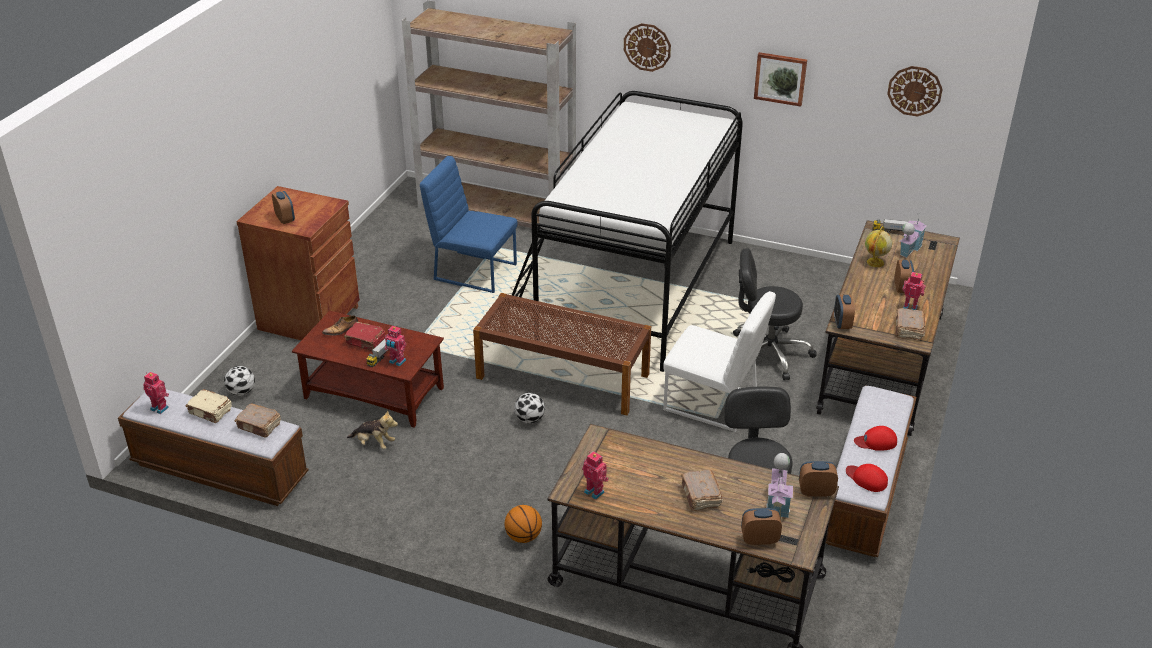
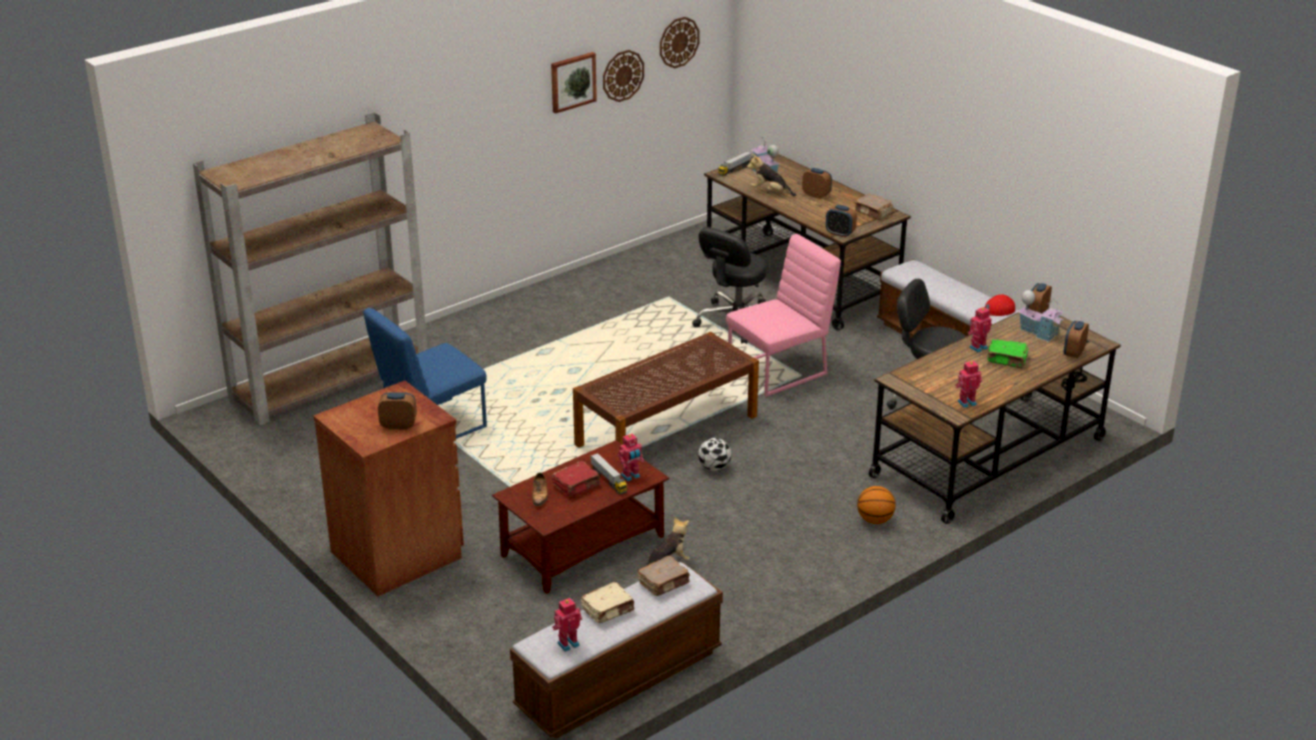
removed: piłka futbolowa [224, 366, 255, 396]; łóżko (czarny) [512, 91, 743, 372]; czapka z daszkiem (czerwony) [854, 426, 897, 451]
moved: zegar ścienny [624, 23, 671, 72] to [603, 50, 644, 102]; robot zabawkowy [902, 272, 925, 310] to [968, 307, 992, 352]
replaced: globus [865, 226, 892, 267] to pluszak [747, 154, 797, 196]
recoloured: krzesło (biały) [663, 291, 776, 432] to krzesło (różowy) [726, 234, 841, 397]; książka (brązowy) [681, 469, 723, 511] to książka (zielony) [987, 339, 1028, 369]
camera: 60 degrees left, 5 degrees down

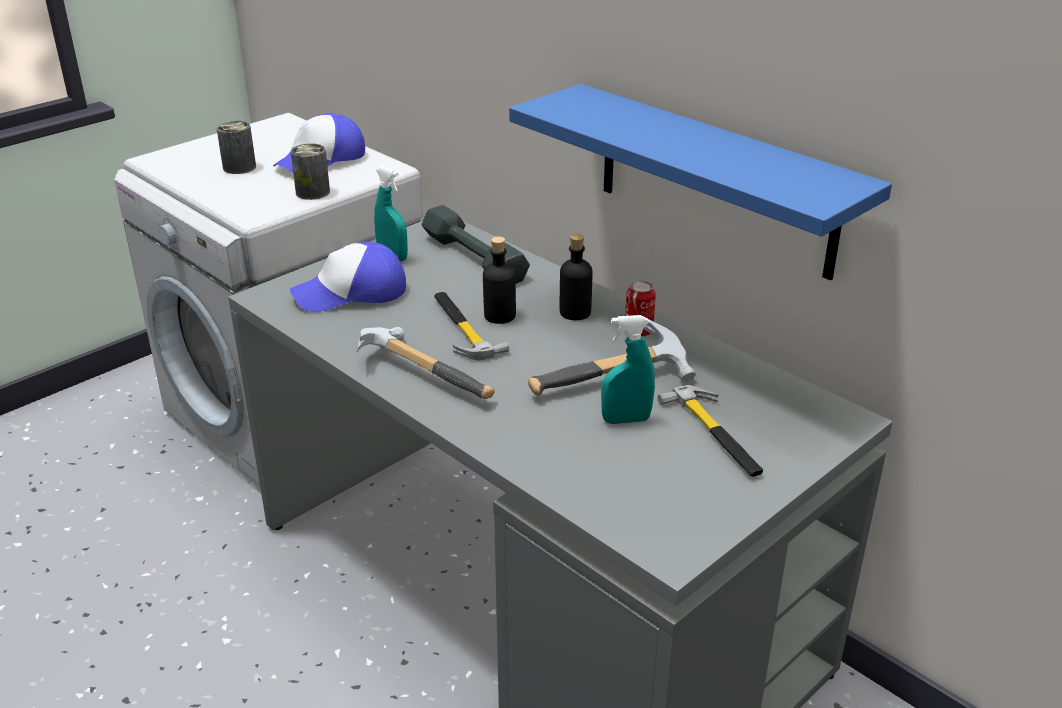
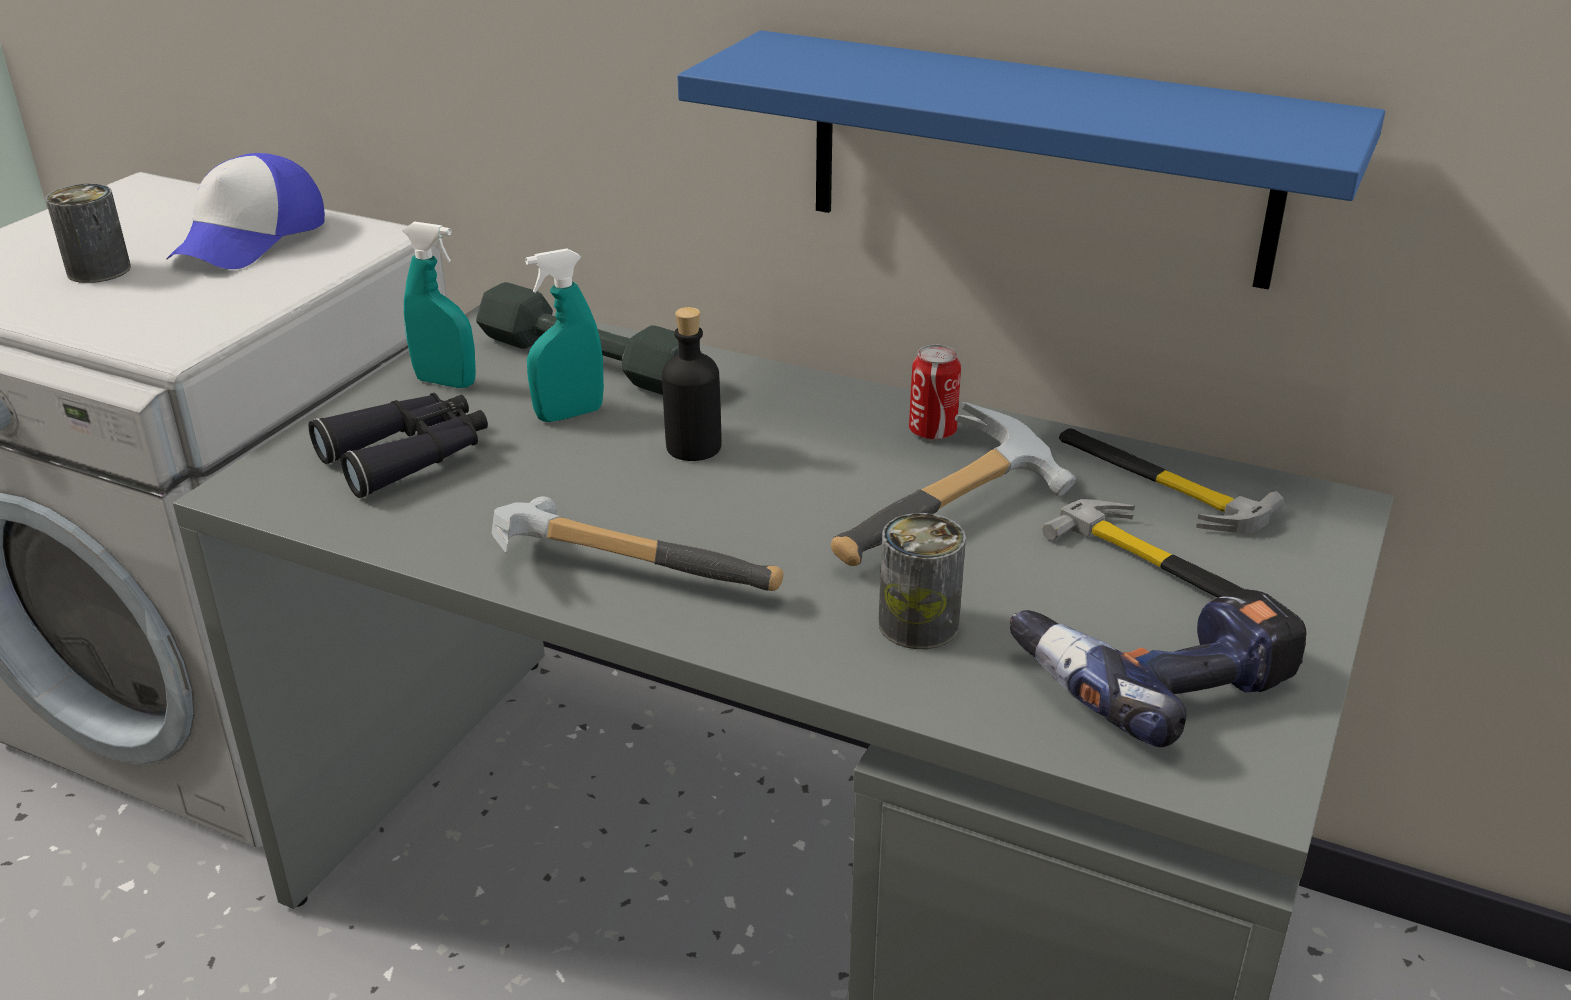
removed: butelka (czarny) [560, 234, 593, 320]
added: wiertarka [1010, 589, 1306, 747]
moved: spryskiwacz (turkusowy) [601, 315, 655, 424] to [525, 248, 604, 422]; puszka [291, 143, 330, 200] to [878, 513, 966, 649]; młotek [434, 292, 509, 361] to [1059, 428, 1284, 533]
replaced: czapka z daszkiem [290, 242, 406, 312] to lornetka (czarny) [308, 393, 488, 498]
camera: 20 degrees left, 0 degrees up

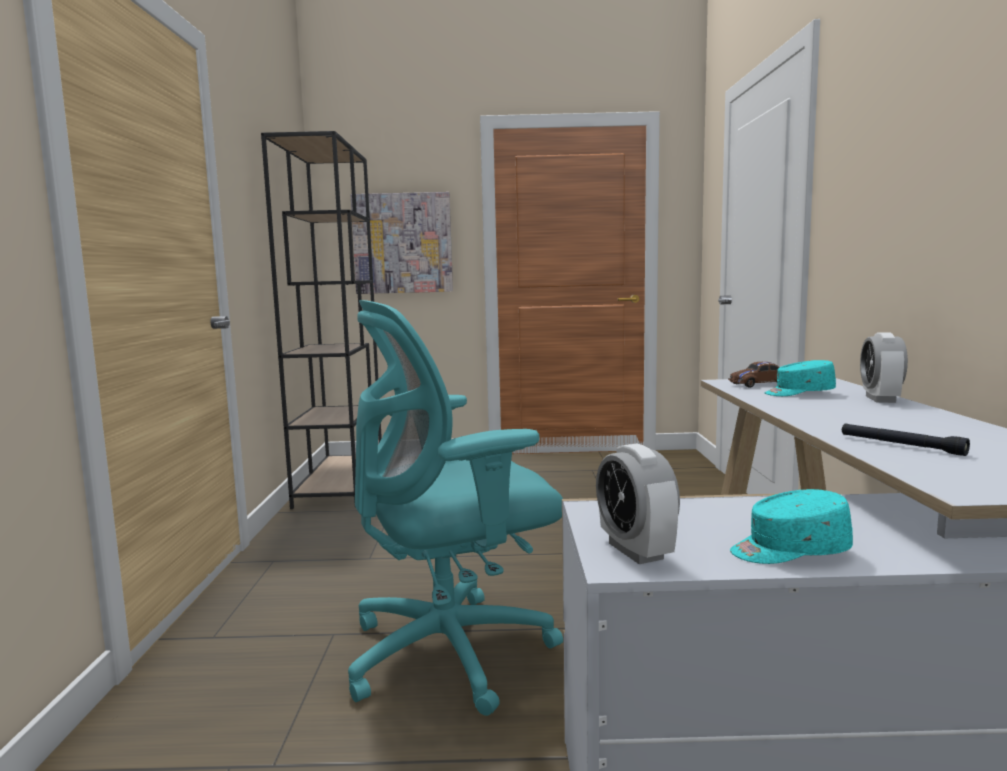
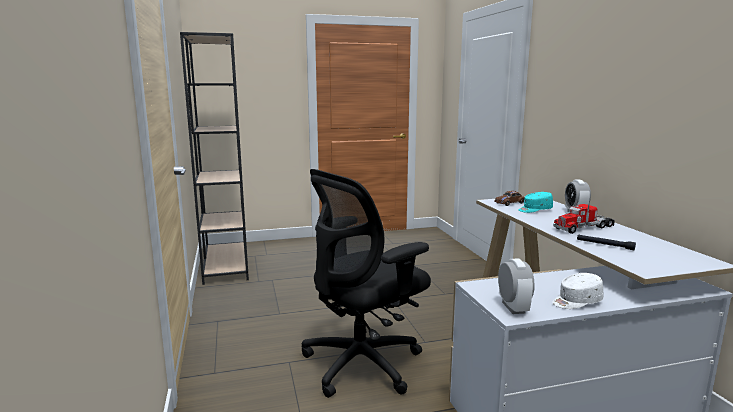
removed: obraz [351, 192, 453, 294]
added: ciężarówka zabawkowa [553, 200, 615, 234]
recoloured: krzesło biurowe (turkusowy) [348, 300, 563, 716] to krzesło biurowe (czarny) [302, 169, 431, 398]; czapka z daszkiem (turkusowy) [730, 489, 853, 564] to czapka z daszkiem (biały) [552, 273, 604, 309]
turned: budzik [596, 443, 680, 564] = [498, 258, 535, 314] 150 degrees counterclockwise
camera: 15 degrees left, 5 degrees up

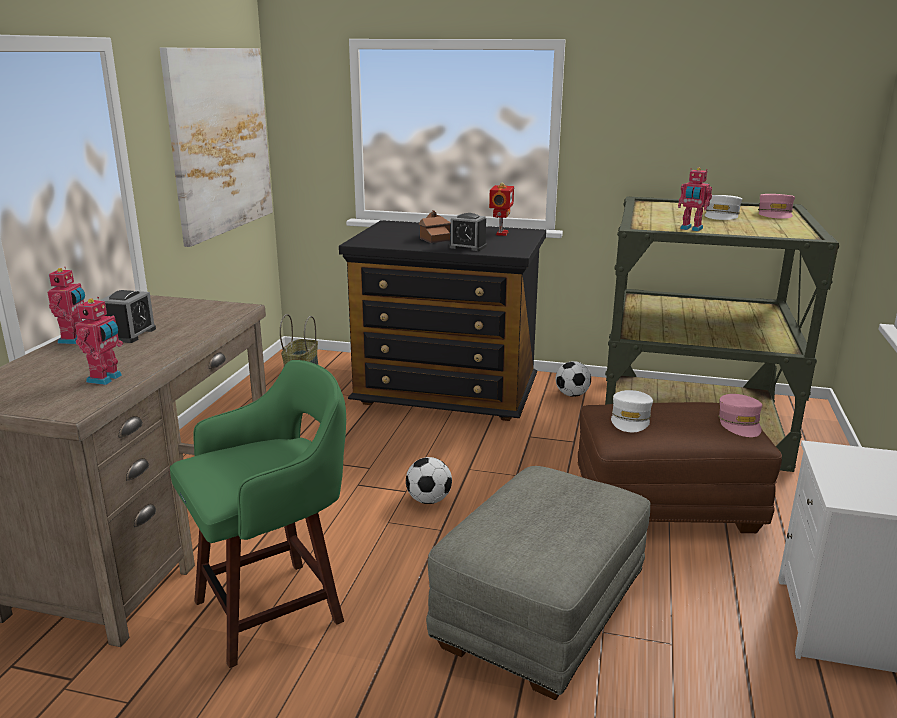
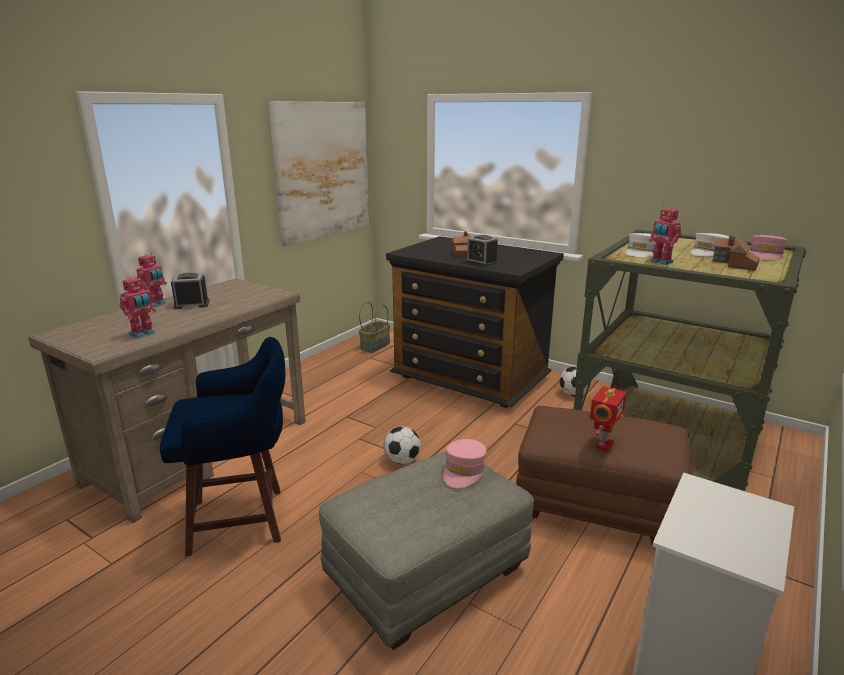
added: domek [713, 235, 759, 271]
moved: czapka z daszkiem (różowy) [718, 394, 762, 437] to [443, 439, 487, 488]; robot zabawkowy [489, 183, 514, 236] to [590, 386, 627, 451]; czapka z daszkiem (biały) [611, 390, 653, 432] to [625, 233, 656, 257]
recoloured: stołek (zielony) [170, 360, 346, 668] to stołek (niebieski) [160, 337, 285, 556]
turned: budzik [100, 290, 156, 343] = [171, 273, 210, 309] 135 degrees counterclockwise
camera: 20 degrees right, 0 degrees up

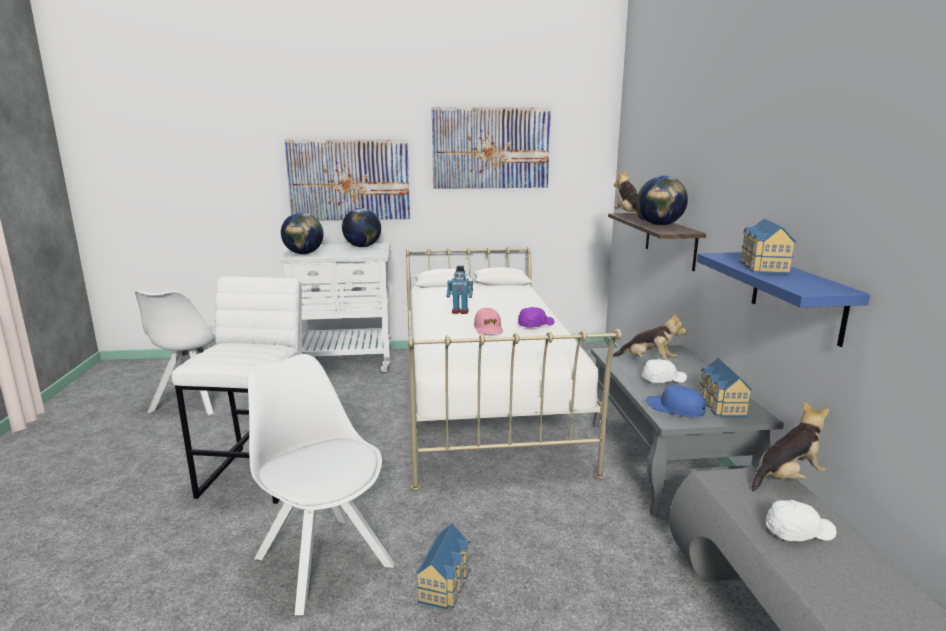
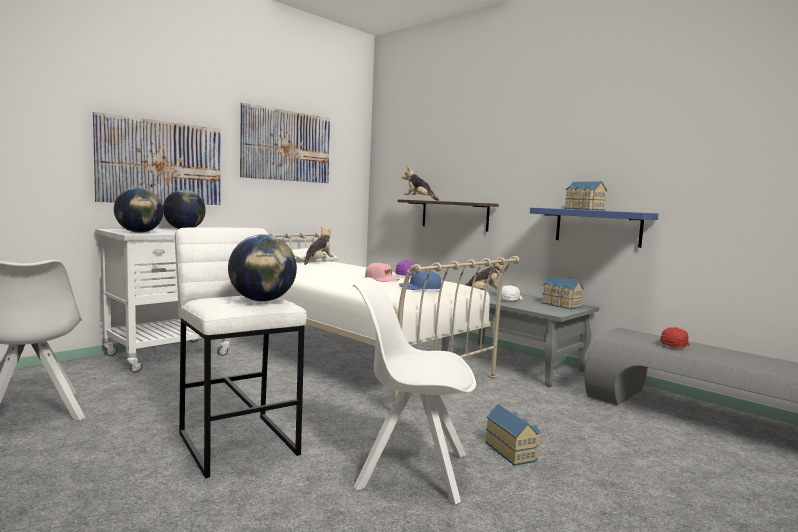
removed: robot zabawkowy [446, 266, 473, 314]
moved: globus [637, 176, 688, 225] to [228, 234, 297, 302]; pluszak [752, 402, 829, 491] to [304, 227, 334, 265]; czapka z daszkiem (niebieski) [646, 385, 706, 418] to [399, 270, 441, 290]
recoloured: czapka z daszkiem (biały) [766, 500, 837, 542] to czapka z daszkiem (czerwony) [660, 327, 690, 348]
camera: 40 degrees left, 10 degrees down

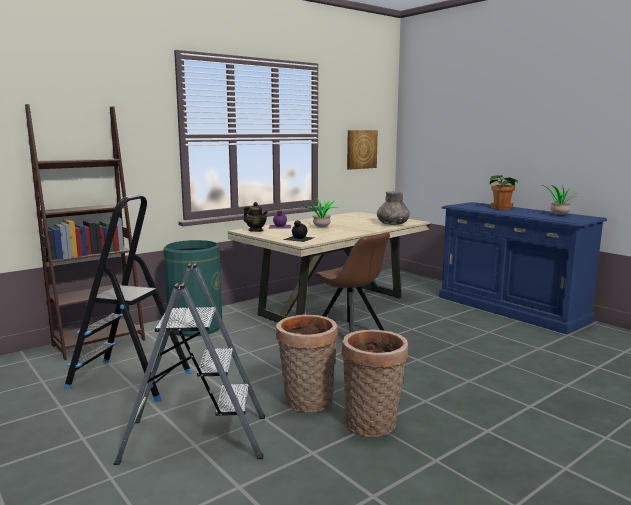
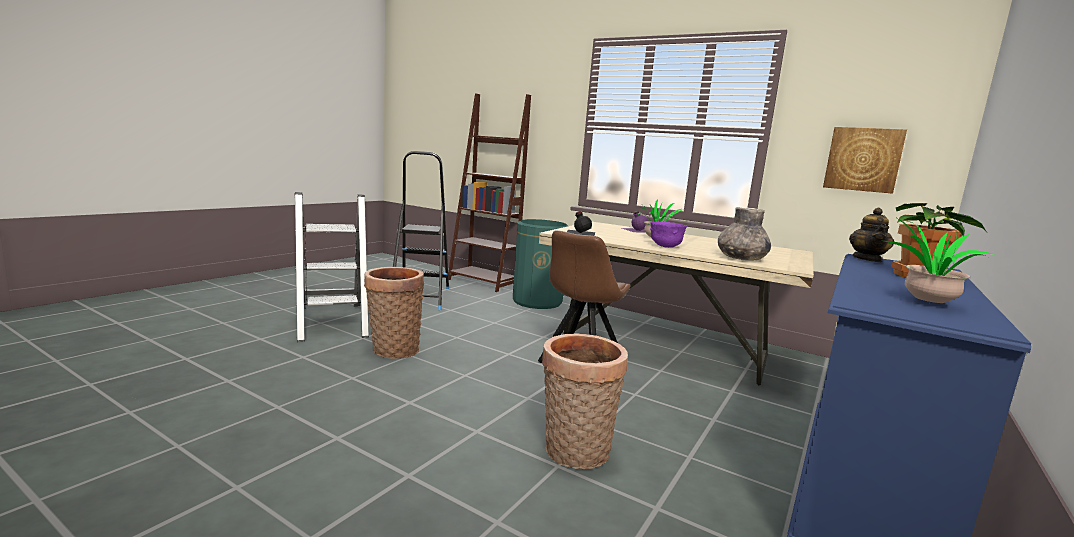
added: miska (fioletowy) [650, 222, 687, 248]
moved: koszyk [341, 330, 408, 437] to [542, 333, 628, 470]; imbryk [244, 202, 268, 232] to [849, 208, 894, 262]
camera: 70 degrees right, 0 degrees up

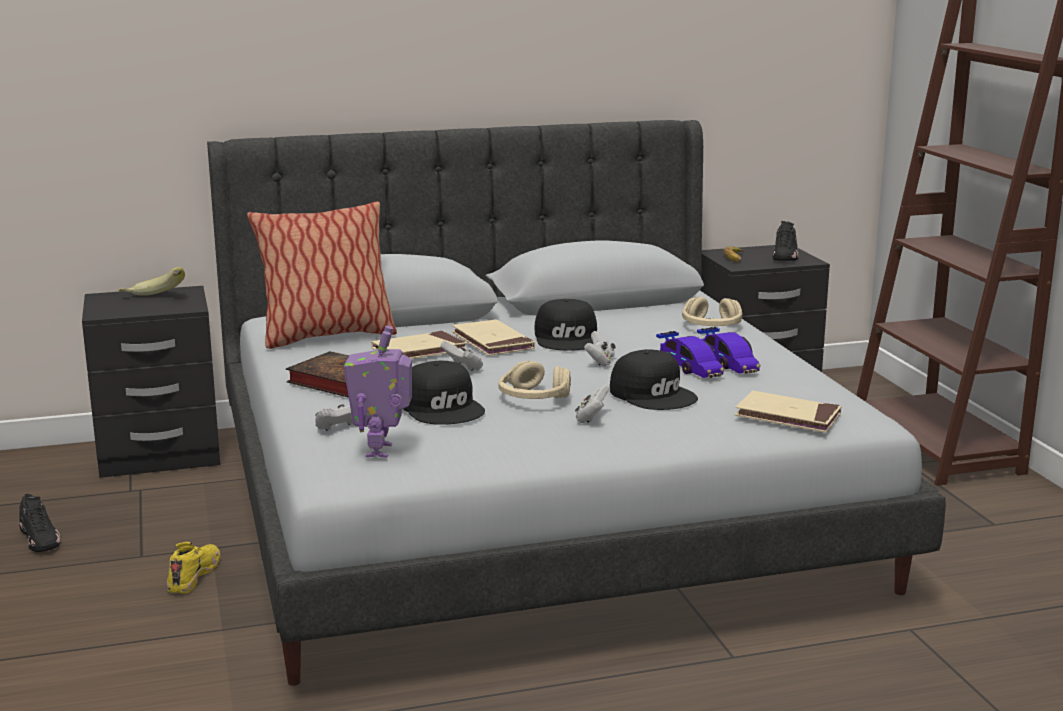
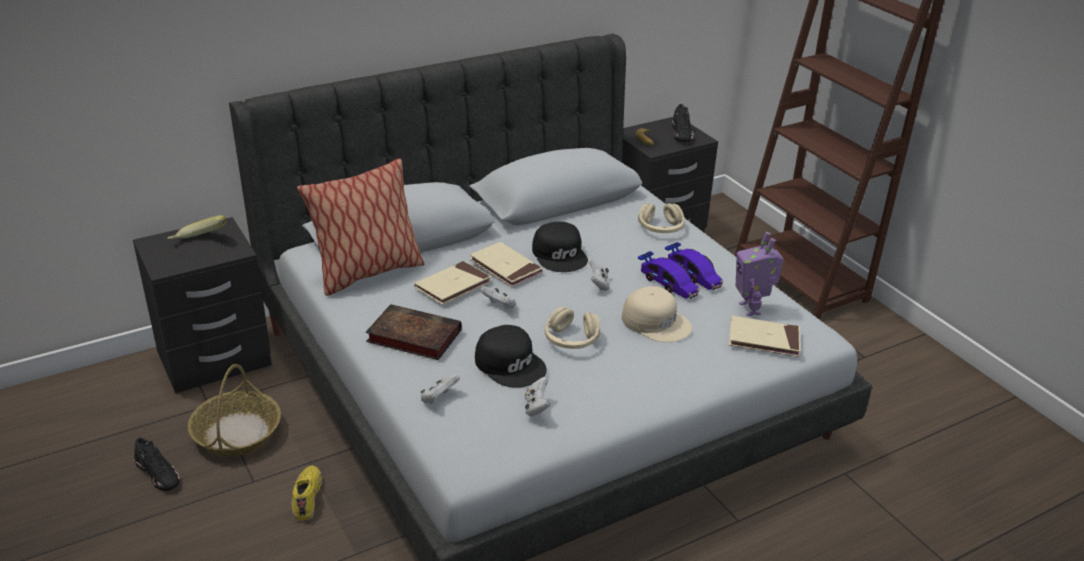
added: koszyk [188, 364, 281, 456]
moved: pad do gier (biały) [575, 385, 610, 423] to [525, 377, 550, 416]; robot zabawkowy [344, 326, 412, 458] to [736, 232, 784, 316]
recoloured: czapka z daszkiem (czarny) [610, 349, 698, 410] to czapka z daszkiem (beżowy) [622, 286, 692, 342]
camera: 15 degrees left, 15 degrees up

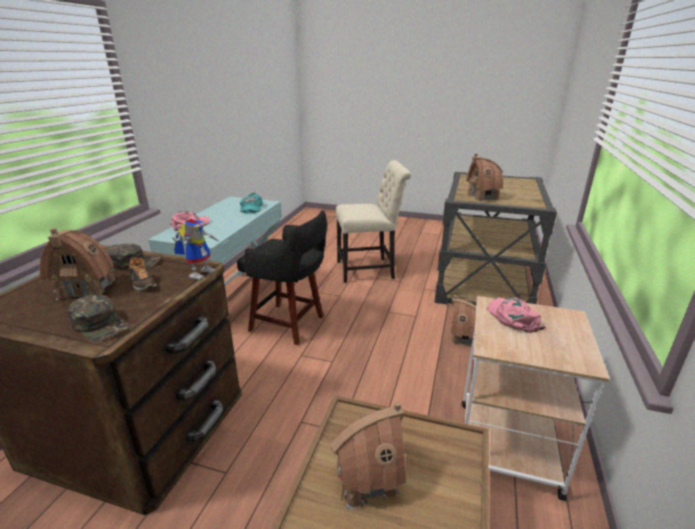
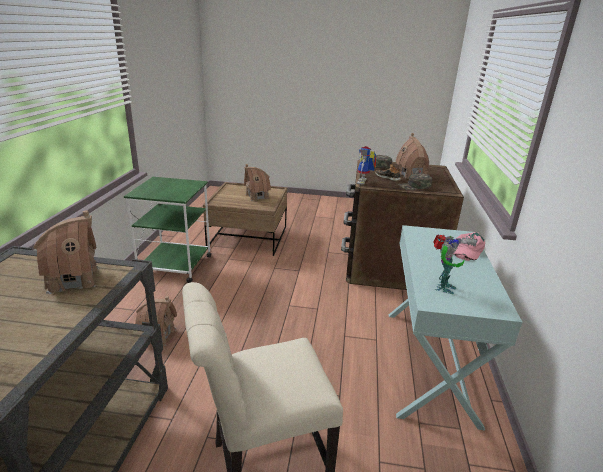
removed: stołek (czarny) [237, 210, 327, 345]; czapka z daszkiem (różowy) [487, 297, 546, 333]
replaced: czapka z daszkiem (turkusowy) [240, 192, 263, 214] to robot zabawkowy [433, 235, 465, 294]
recoloured: wózek (beżowy) [462, 296, 610, 501] to wózek (zielony) [124, 177, 211, 283]
camera: 170 degrees right, 0 degrees up

